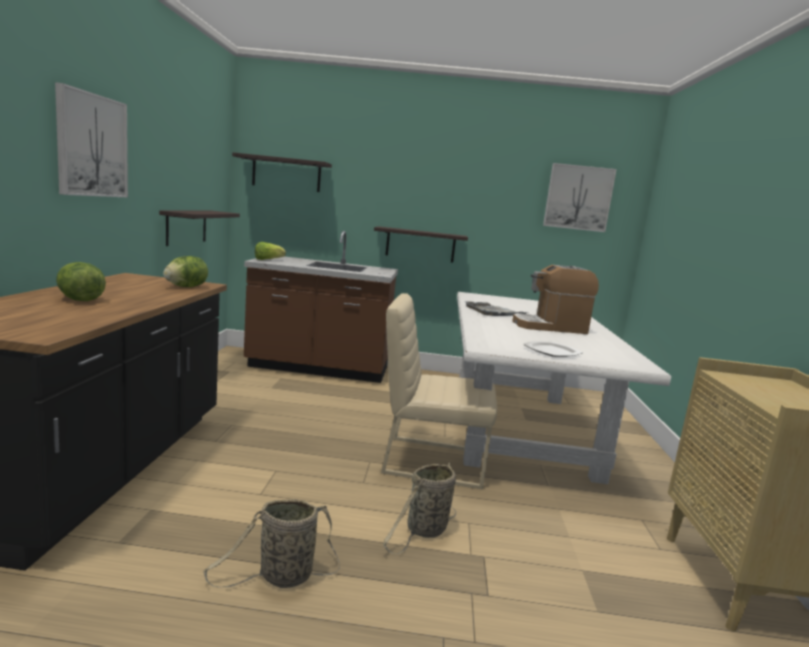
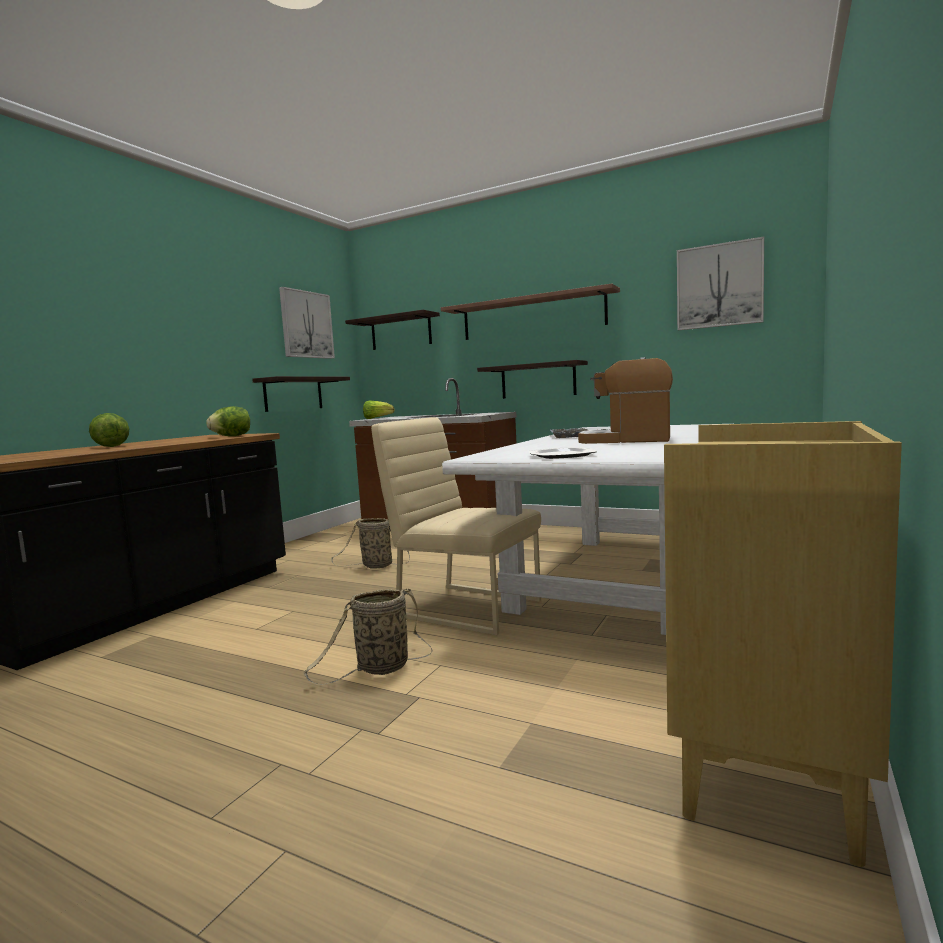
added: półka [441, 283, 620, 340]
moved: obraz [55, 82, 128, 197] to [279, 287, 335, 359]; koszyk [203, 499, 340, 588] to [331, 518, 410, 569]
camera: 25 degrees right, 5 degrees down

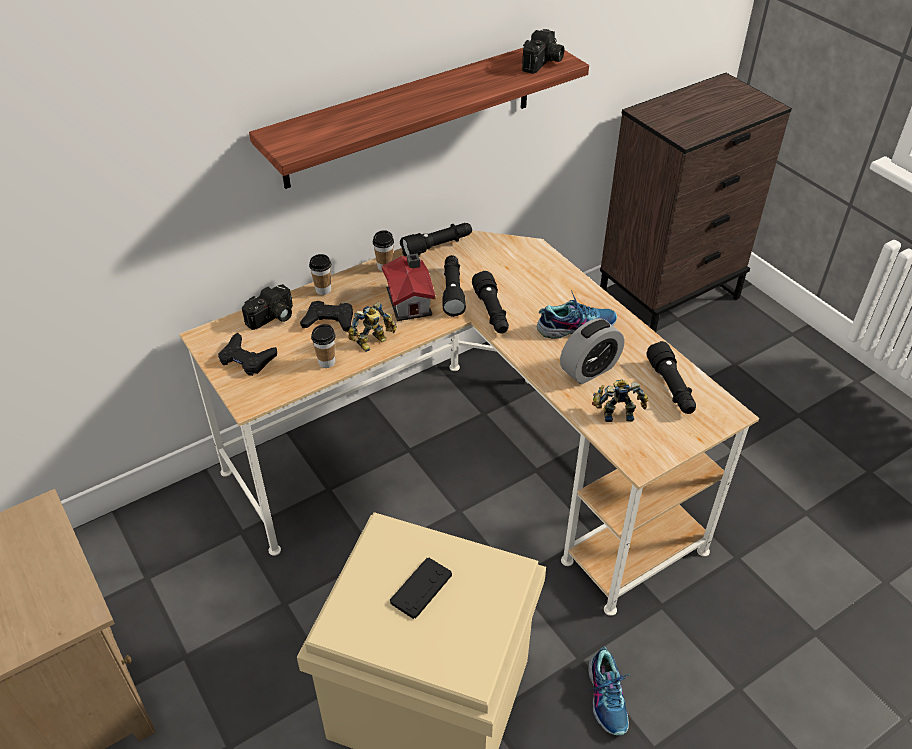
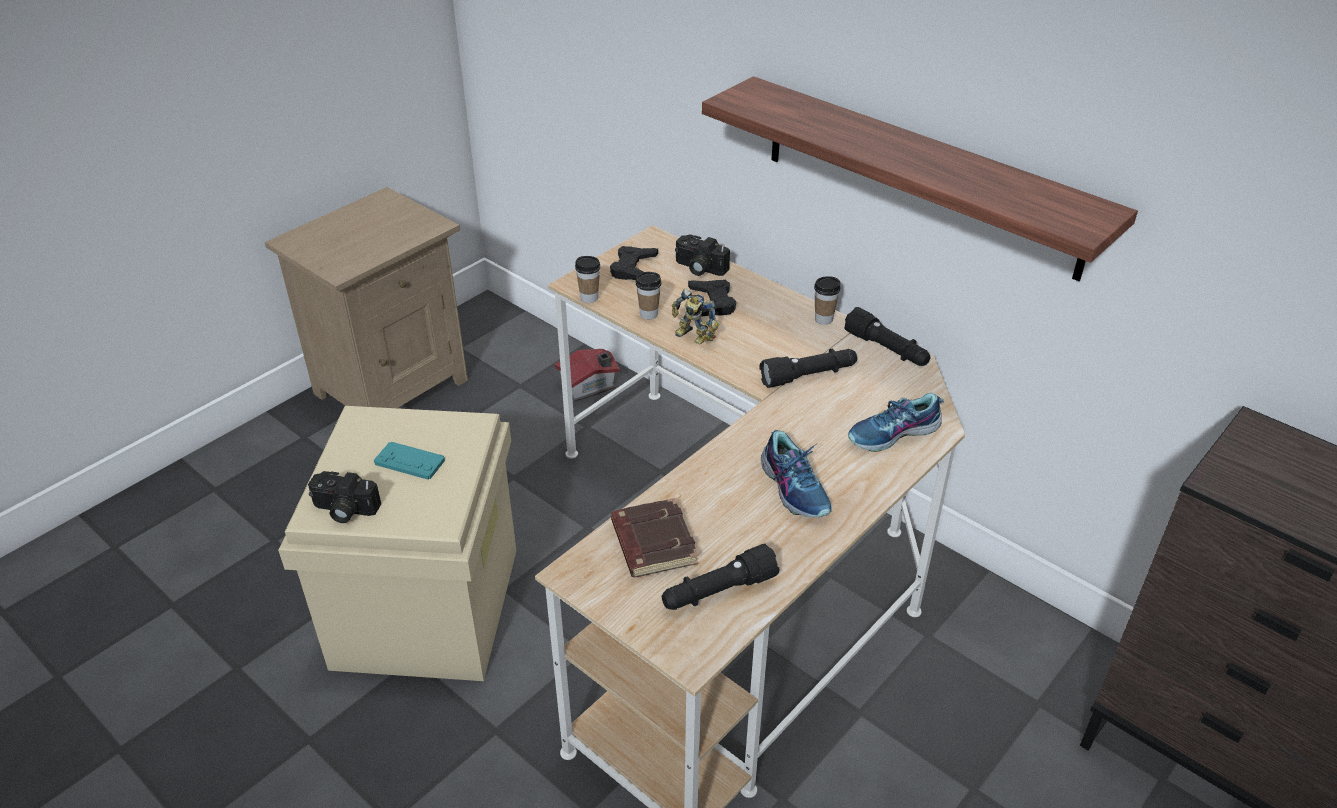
removed: latarka (czarny) [472, 271, 509, 334]; budzik [560, 318, 624, 384]
moved: aparat fotograficzny [522, 29, 564, 74] to [308, 471, 381, 523]; domek [382, 253, 436, 321] to [554, 349, 620, 402]; filiżanka [309, 254, 331, 295] to [575, 256, 600, 303]; but [588, 646, 630, 735] to [848, 393, 944, 452]
replaced: robot zabawkowy [592, 379, 648, 422] to książka (brązowy) [611, 498, 699, 577]
recoloured: pad do gier (czarny) [390, 558, 452, 619] to pad do gier (turkusowy) [374, 442, 445, 480]
camera: 75 degrees right, 5 degrees down

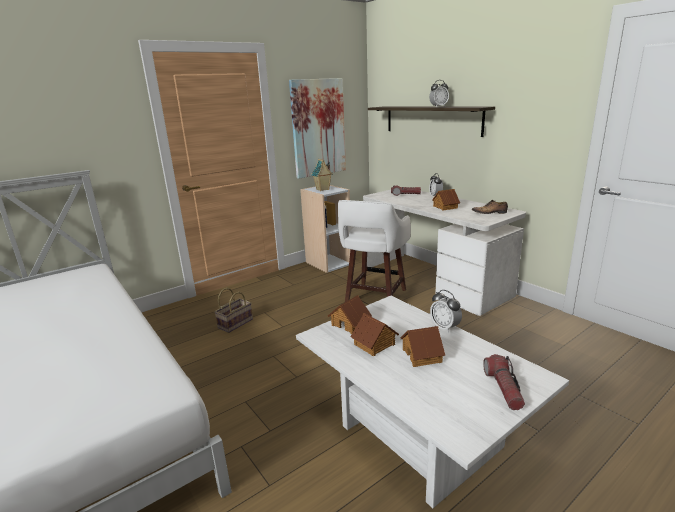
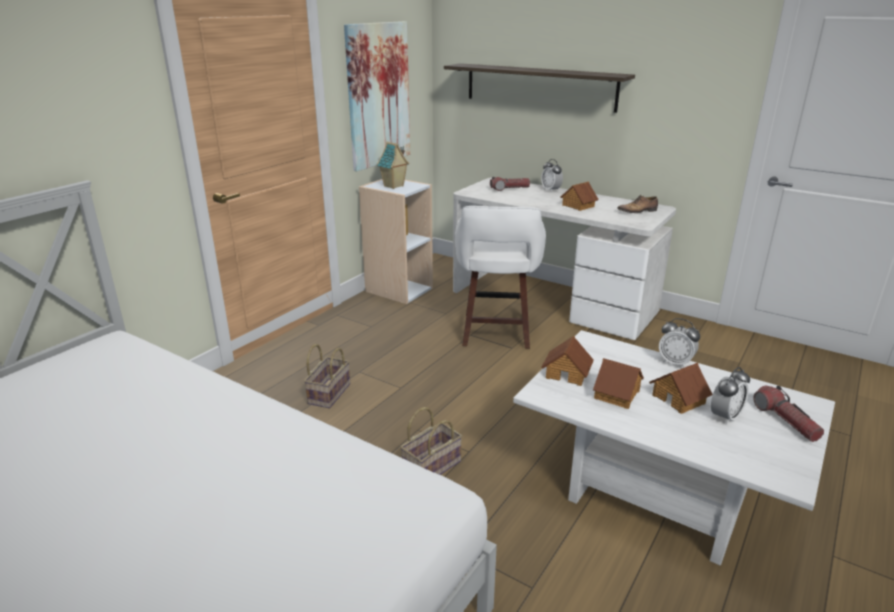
added: koszyk [400, 407, 462, 475]
moved: budzik [429, 80, 449, 107] to [711, 367, 750, 425]
camera: 20 degrees left, 5 degrees up

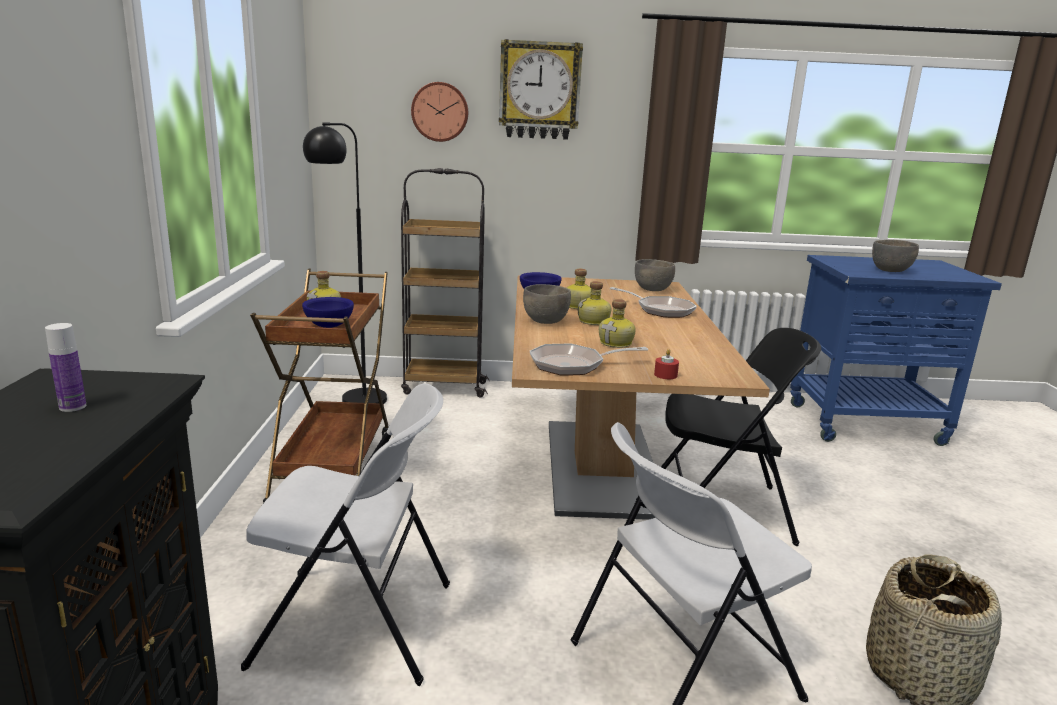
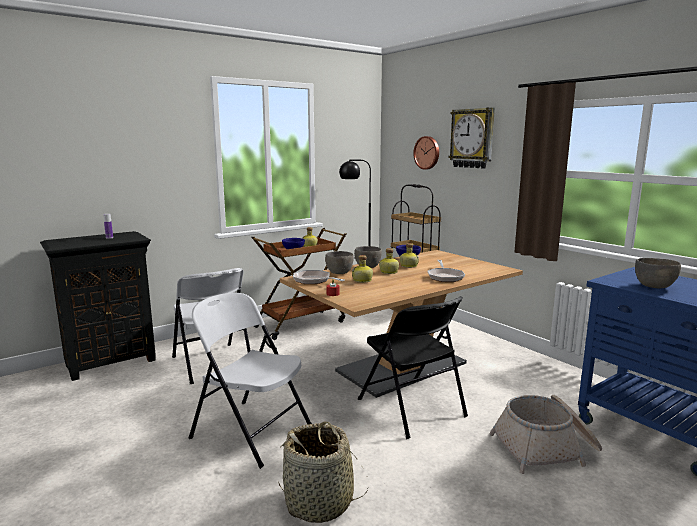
added: koszyk [489, 395, 602, 474]
moved: miska (szary) [635, 259, 675, 291] to [325, 251, 354, 274]
camera: 55 degrees right, 5 degrees down

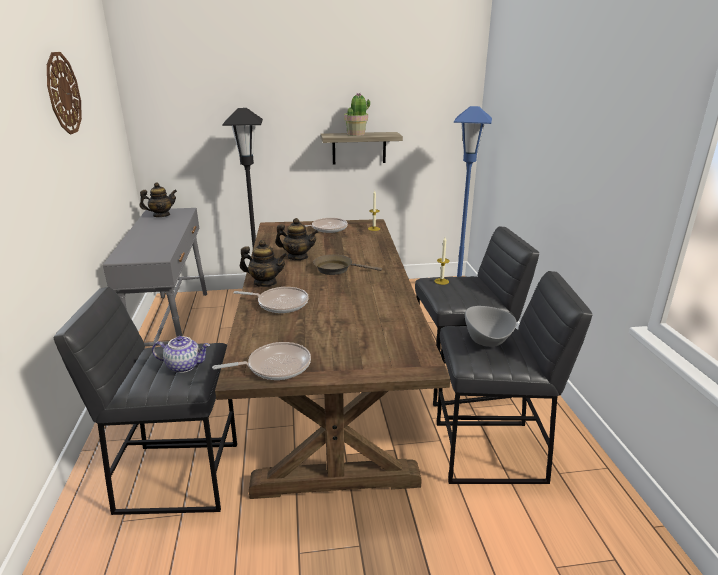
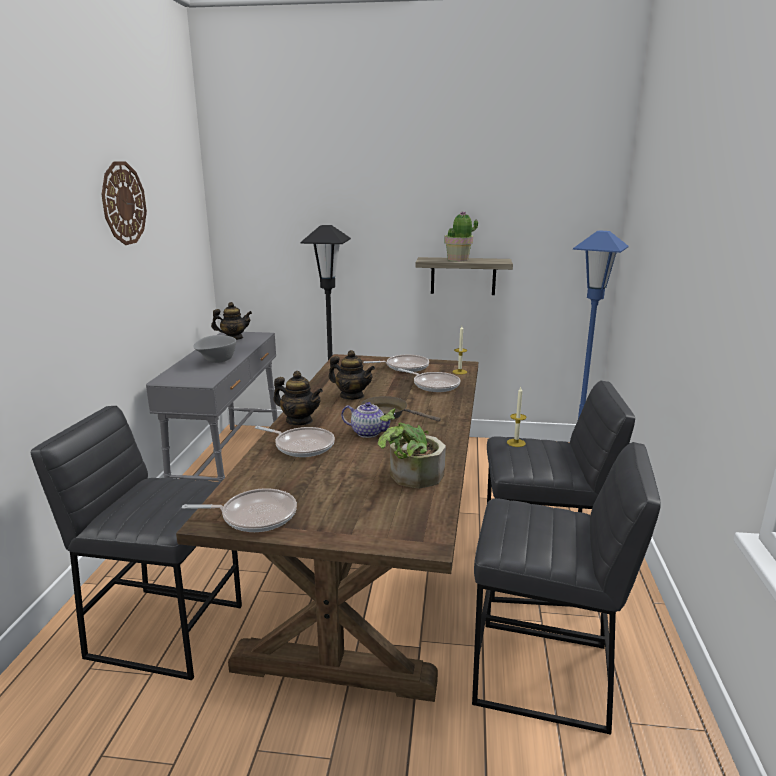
added: roślina doniczkowa [378, 408, 446, 488]; patelnia [398, 369, 461, 392]
moved: miska (szary) [465, 306, 516, 347] to [193, 335, 236, 363]; imbryk [152, 336, 210, 373] to [341, 402, 395, 438]
camera: 15 degrees right, 5 degrees down

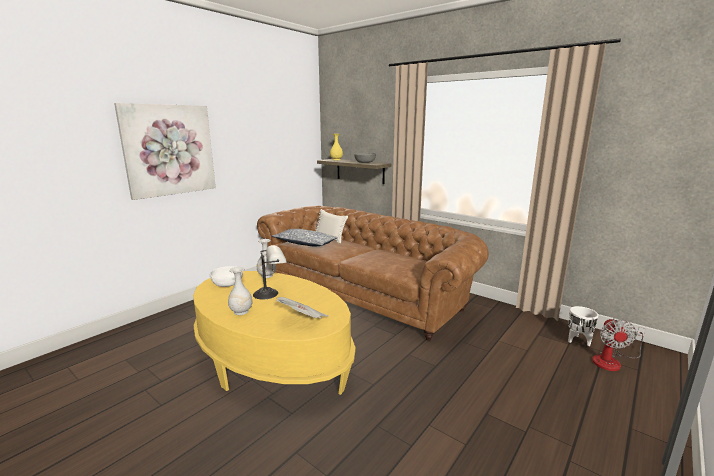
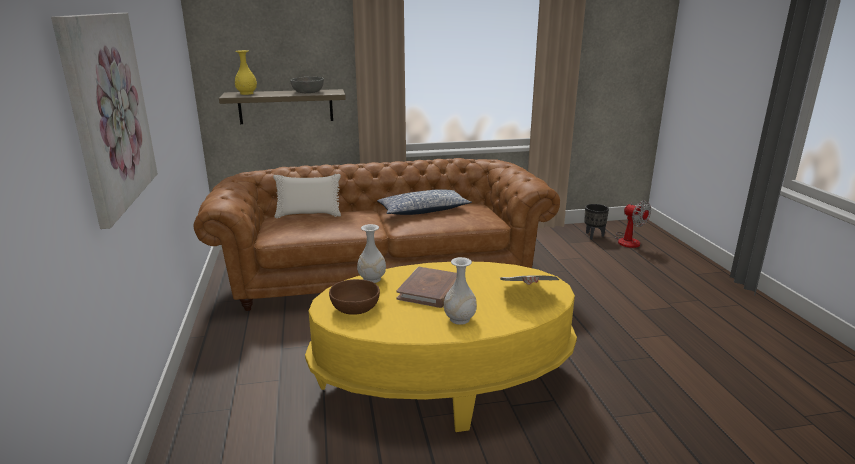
moved: poduszka [272, 229, 338, 246] to [377, 189, 472, 215]
replaced: lampa stołowa [253, 245, 287, 300] to książka (brązowy) [396, 267, 457, 308]
recoloured: miska (biały) [210, 266, 243, 287] to miska (brązowy) [329, 279, 380, 315]; donica (biały) [568, 306, 598, 346] to donica (czarny) [584, 204, 609, 240]
camera: 50 degrees left, 5 degrees up

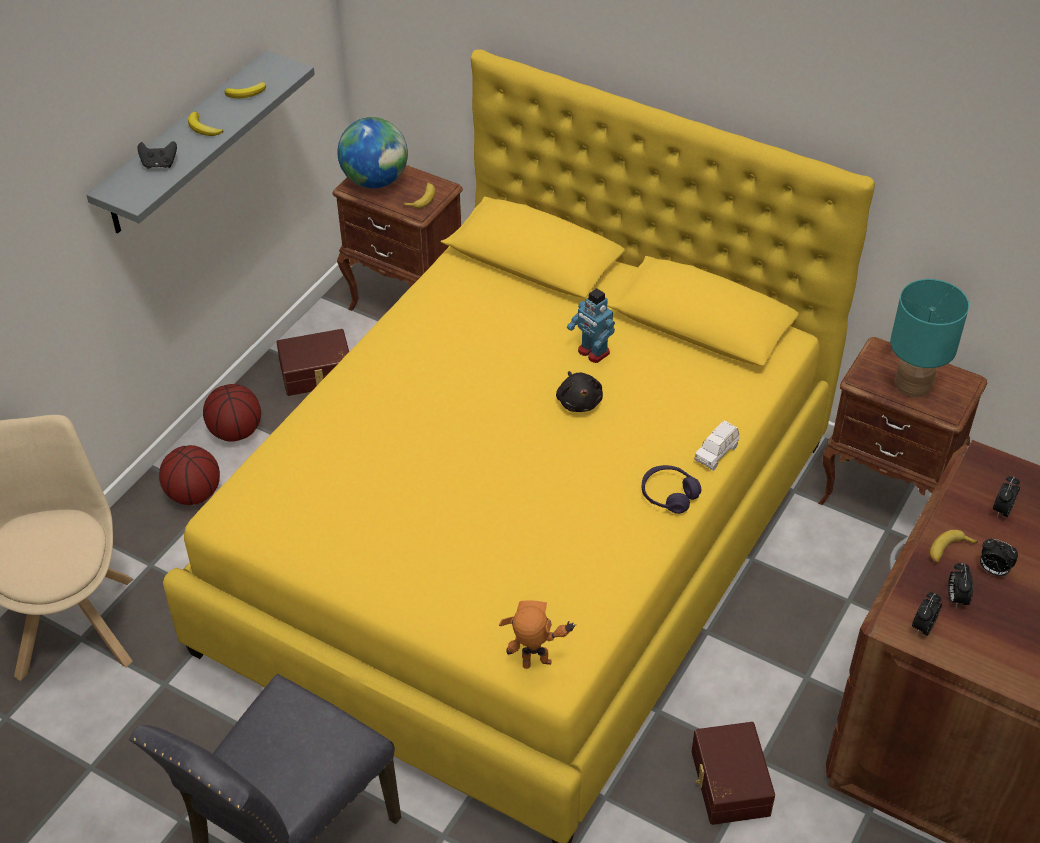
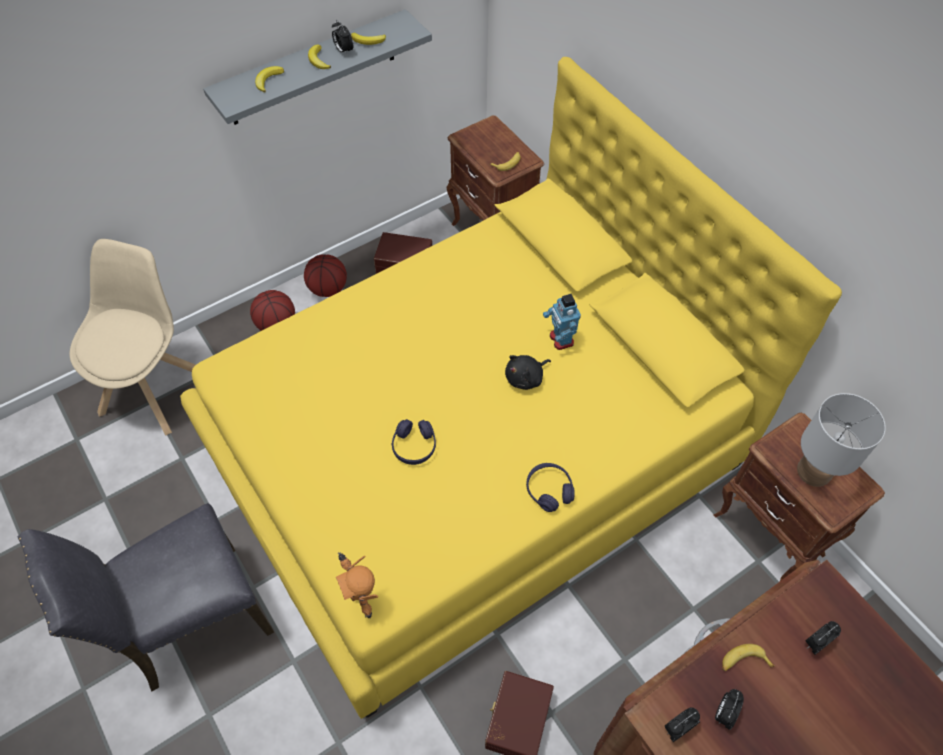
removed: globus [337, 117, 408, 188]; samochodzik (biały) [694, 421, 739, 471]
added: słuchawki (fioletowy) [392, 419, 436, 465]
moved: budzik [980, 539, 1018, 576] to [332, 20, 353, 55]
replaced: pad do gier (czarny) [138, 141, 177, 169] to banan [255, 66, 284, 92]
recoloured: lampa stołowa (turkusowy) [890, 279, 969, 397] to lampa stołowa (szary) [797, 393, 886, 487]
turned: robot zabawkowy [499, 600, 576, 669] = [336, 552, 378, 618] 150 degrees counterclockwise; pluszak (czarny) [556, 371, 603, 412] = [505, 355, 551, 390] 45 degrees clockwise
camera: 25 degrees right, 10 degrees up

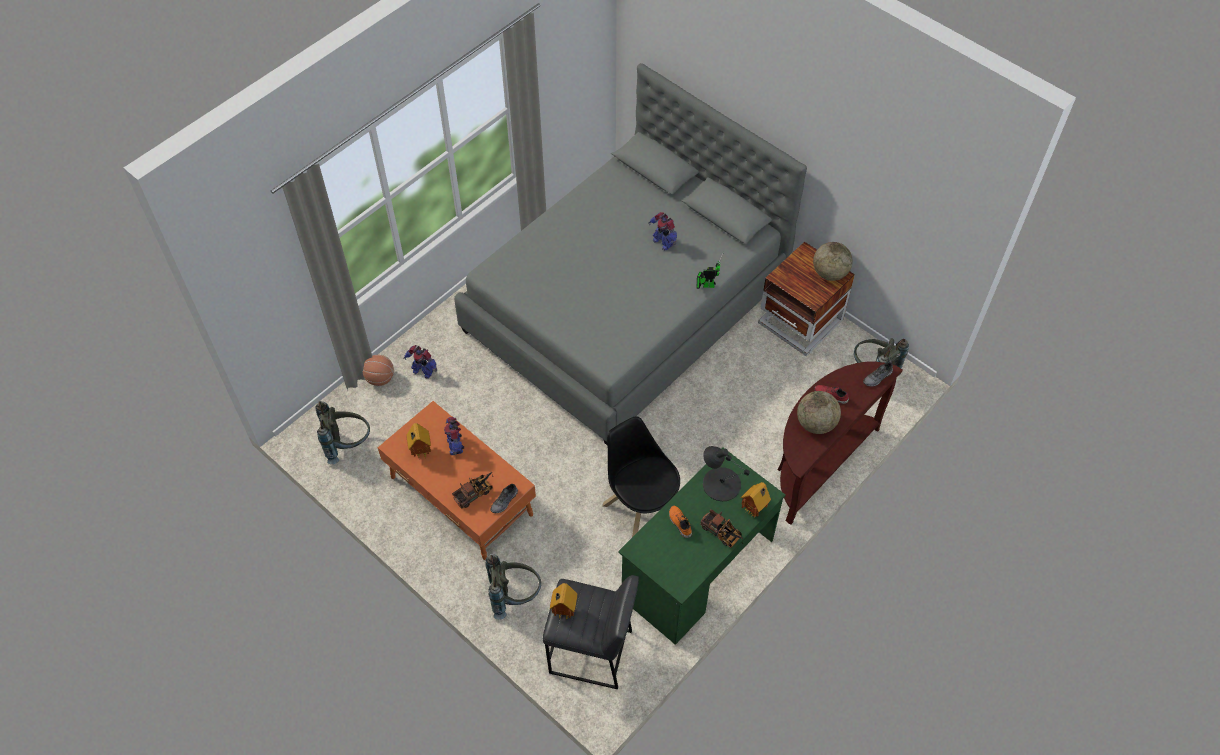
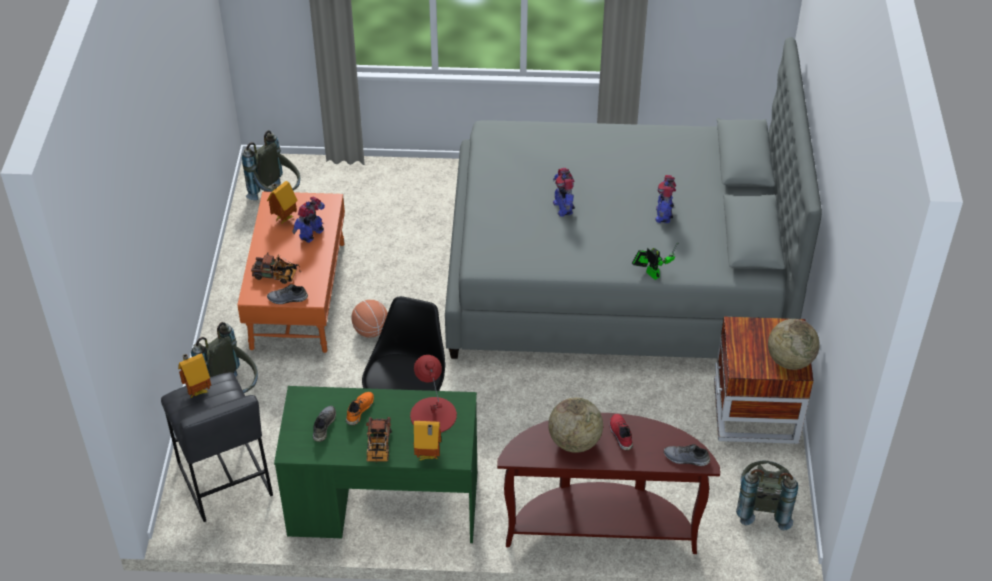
added: but (szary) [313, 406, 336, 442]
moved: piłka do koszykówki [363, 355, 394, 386] to [351, 300, 388, 337]; robot zabawkowy [404, 345, 437, 379] to [553, 168, 575, 217]
recoloured: lampa stołowa (czarny) [703, 446, 750, 501] to lampa stołowa (czerwony) [410, 355, 457, 433]
camera: 50 degrees right, 10 degrees down

